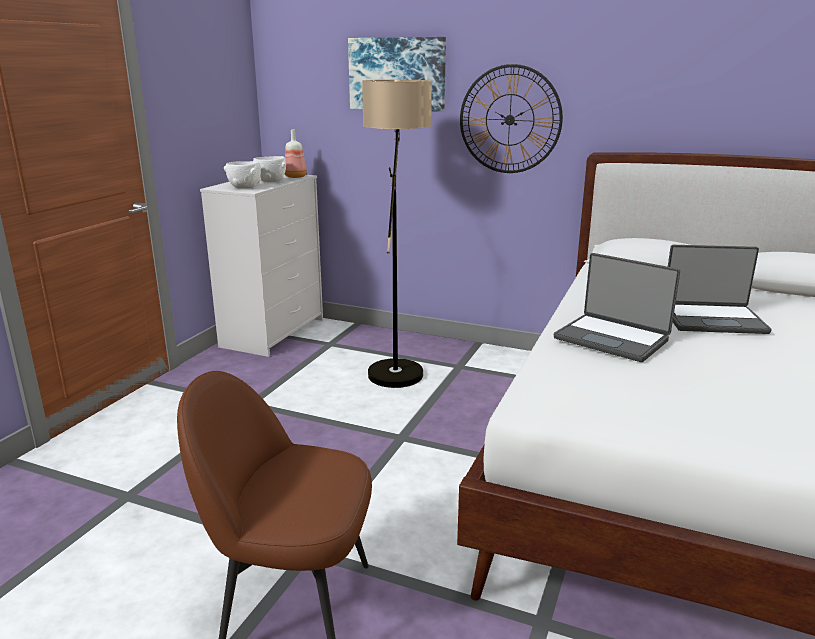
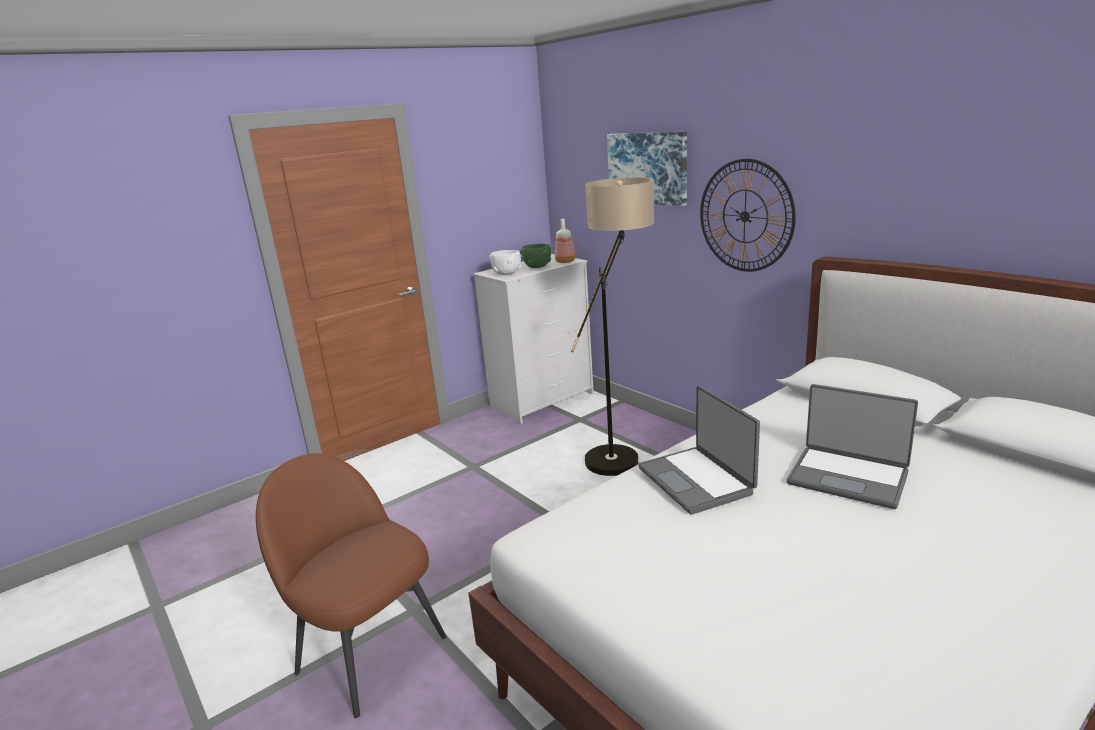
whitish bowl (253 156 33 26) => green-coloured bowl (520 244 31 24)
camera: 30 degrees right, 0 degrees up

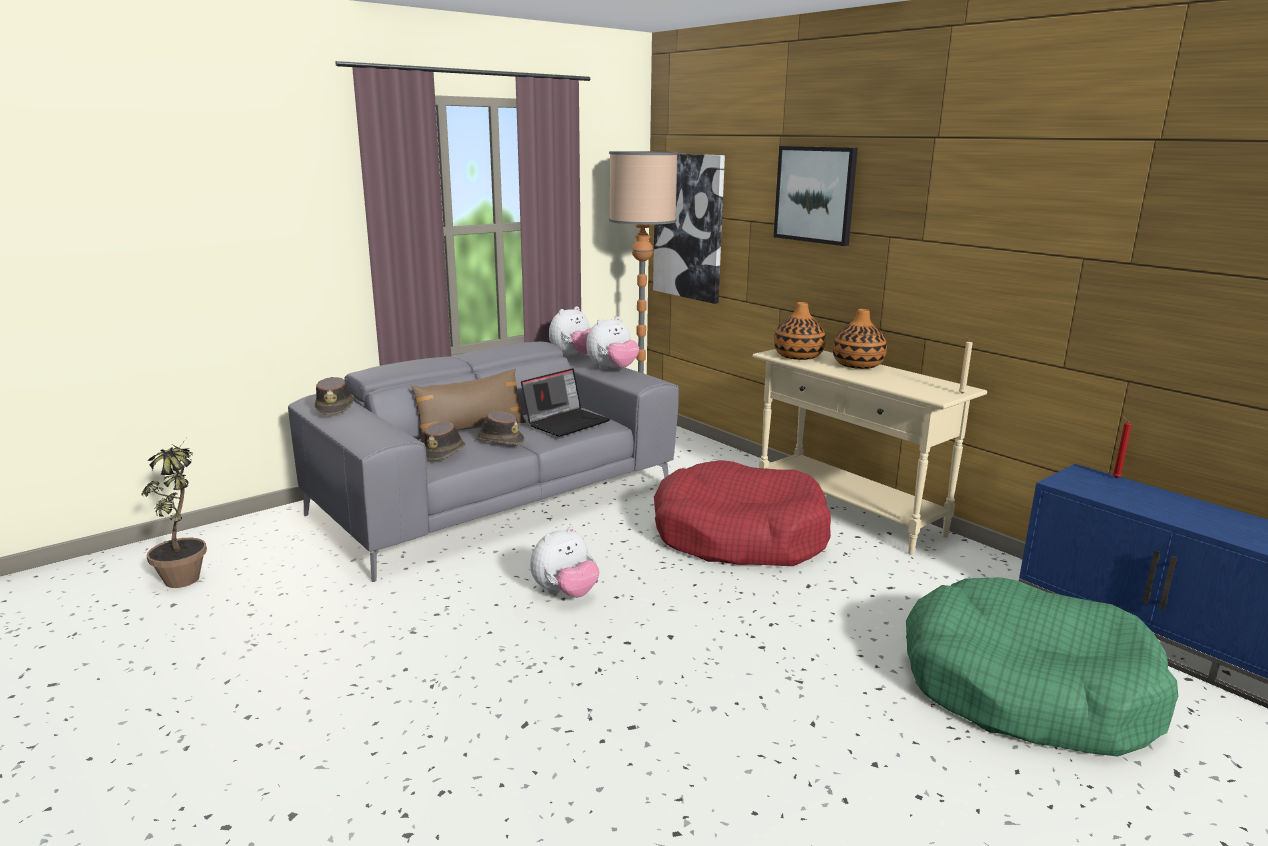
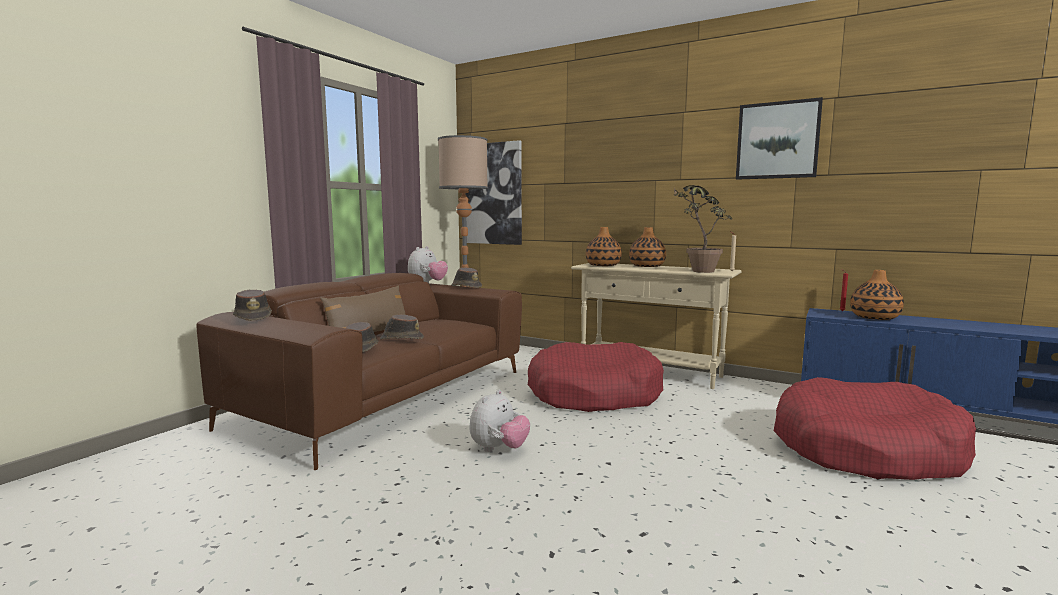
gray couch (288 341 391 241) => brownish couch (197 273 325 197)
plush toy (586 317 53 52) => brownish clothing hat (451 267 31 21)
plant in a pot (142 435 65 153) => plant in a pot (673 185 59 88), shifted
wall art (774 146 84 100) => wall art (736 97 87 83), shifted
green-coloured dog cushion (906 577 272 179) => reddish dog cushion (774 377 202 103)
nothing => decorative vase (850 270 54 50)
notebook computer (521 368 89 69) => nothing
camera: 20 degrees left, 10 degrees down

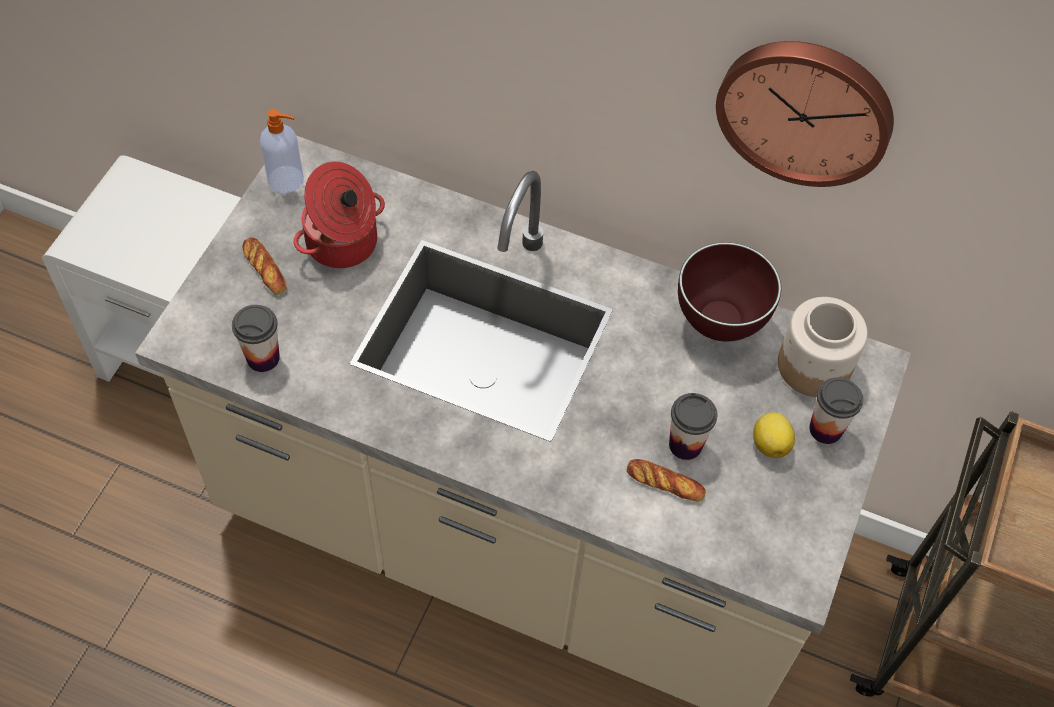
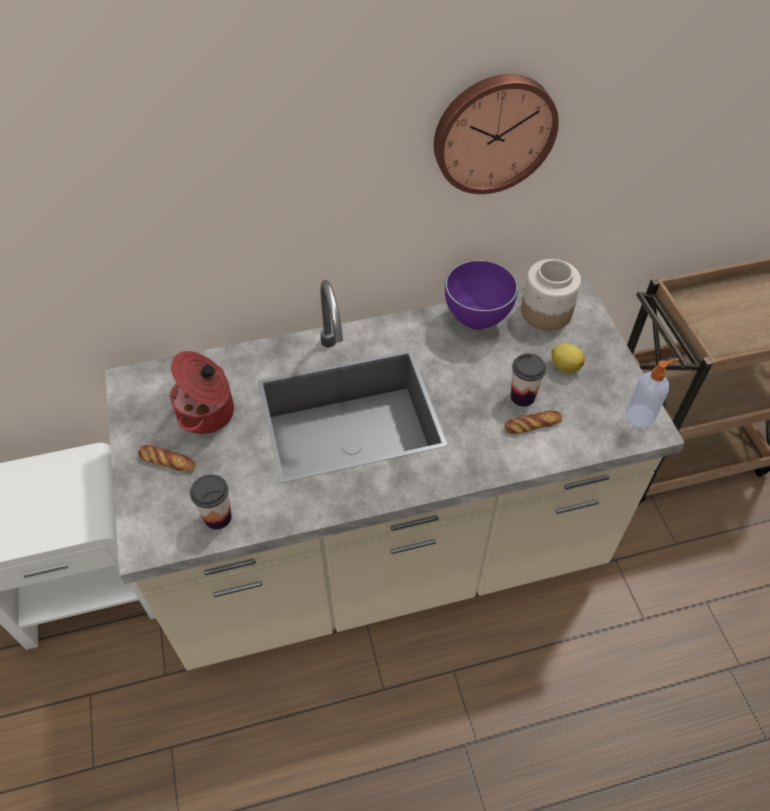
brownish bowl (678 242 103 100) => purple-coloured bowl (445 260 73 70)
soap bottle (260 109 44 84) => soap bottle (626 358 53 70), shifted
drinking cup (809 377 54 67) => nothing
camera: 35 degrees left, 5 degrees down

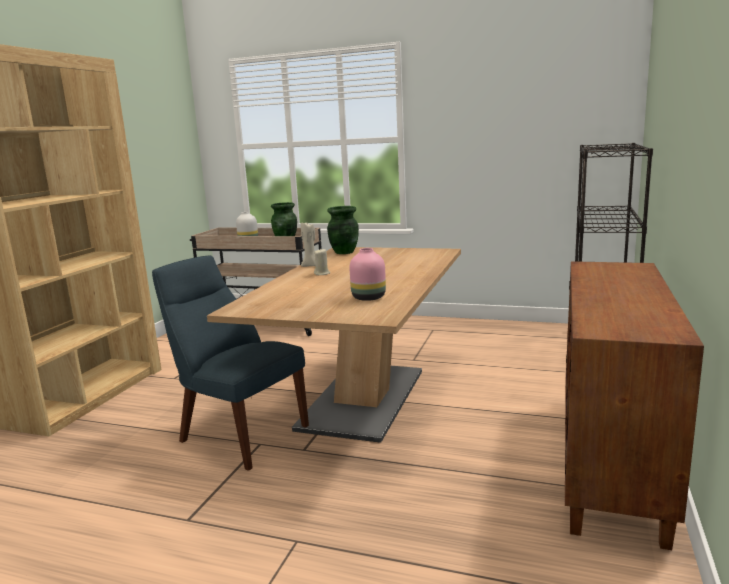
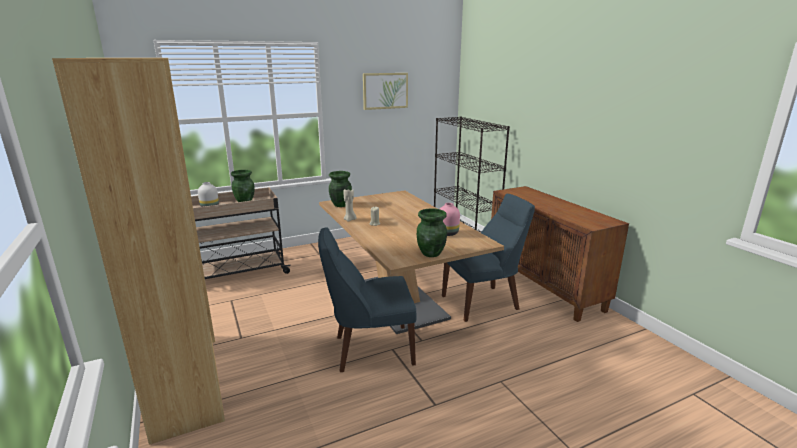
nothing => wall art (363 73 45 37)
nothing => green-coloured decorative vase (417 208 30 49)
nothing => blue-coloured upright chair (442 194 93 128)
camera: 45 degrees left, 5 degrees up

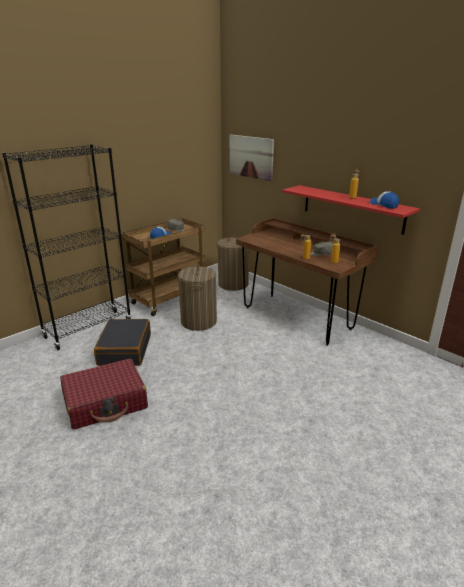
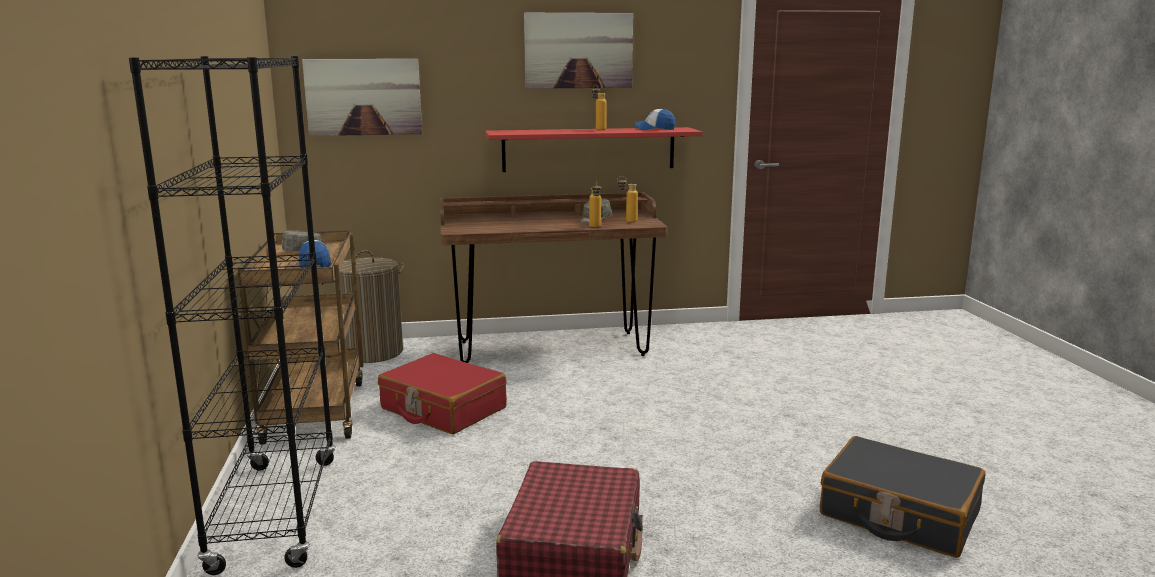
washing basket (178 265 39 66) => reddish piece of luggage (378 353 129 81)
nothing => wall art (524 12 109 77)
black-coloured piece of luggage (94 319 57 47) => black-coloured piece of luggage (820 436 165 122), shifted
camera: 55 degrees left, 10 degrees down

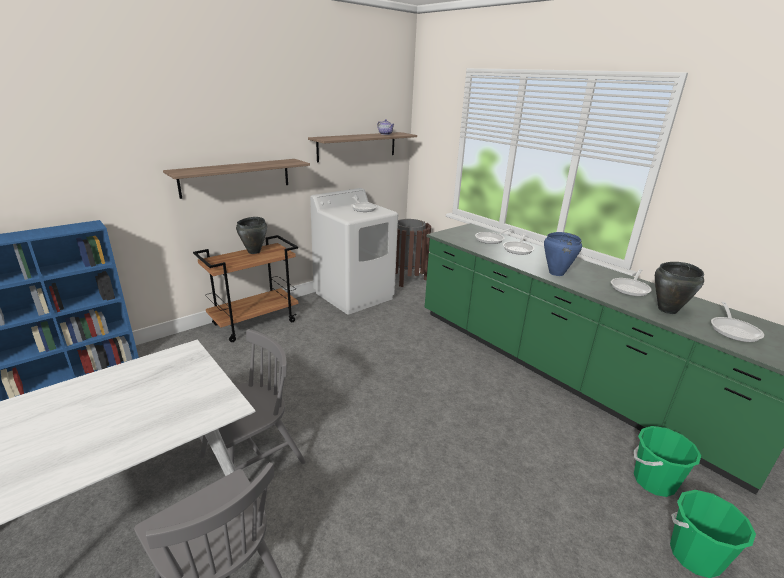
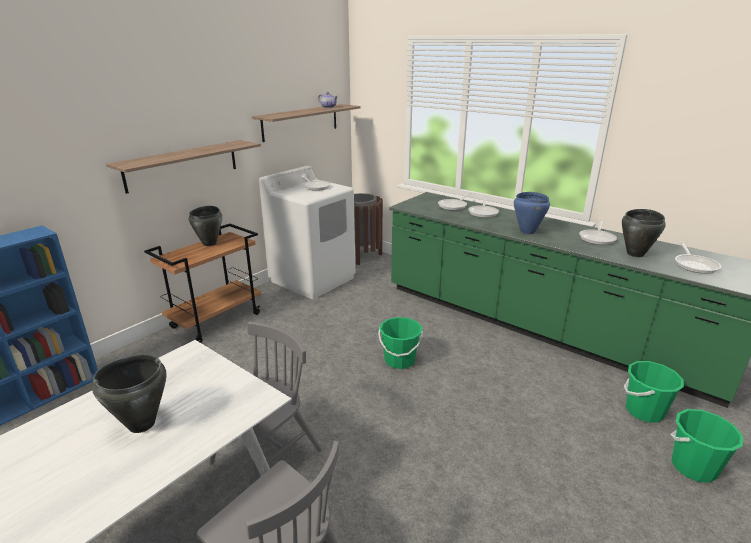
nothing => black-coloured cooking pot (92 354 75 79)
nothing => green-coloured pail (378 317 45 52)
camera: 10 degrees left, 0 degrees up

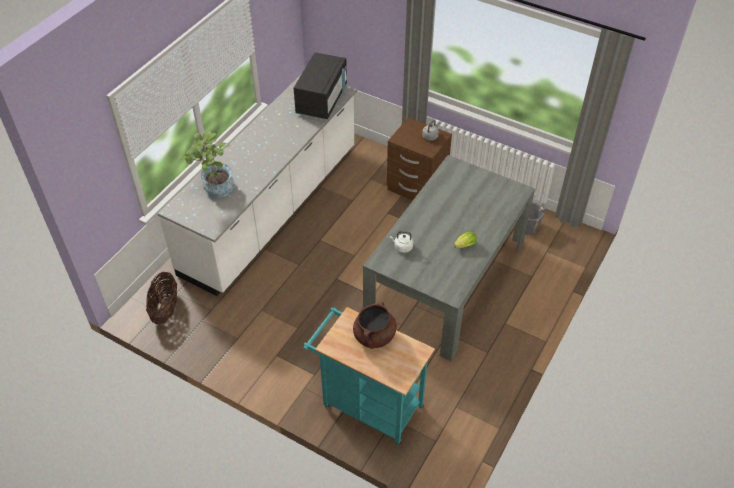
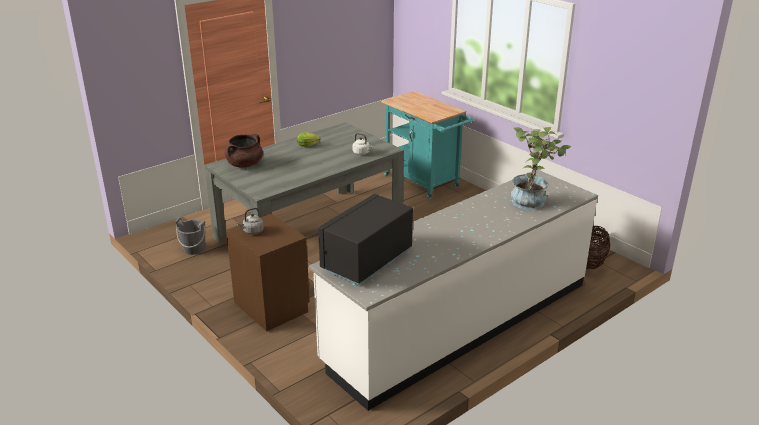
brownish cooking pot (353 301 44 48) => brownish cooking pot (225 134 38 34), shifted
camera: 160 degrees left, 20 degrees down

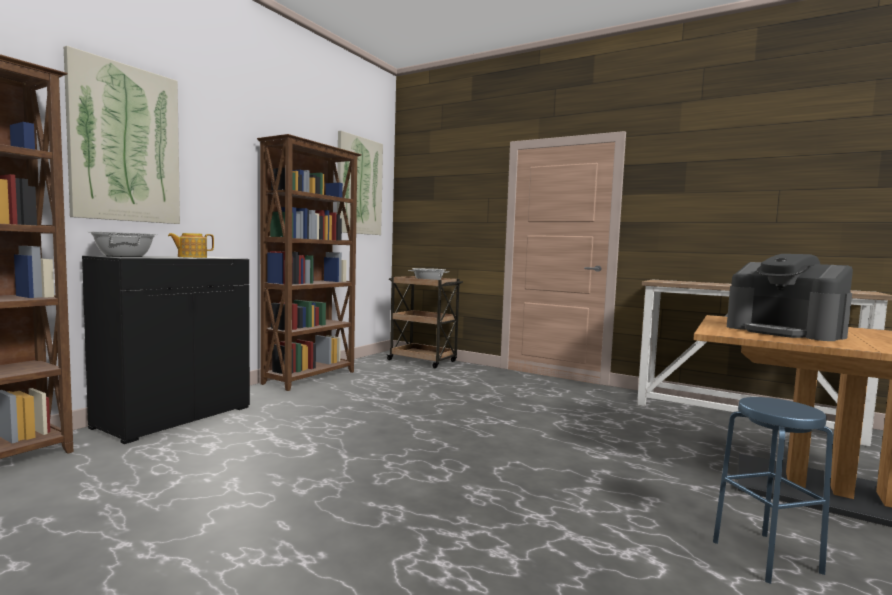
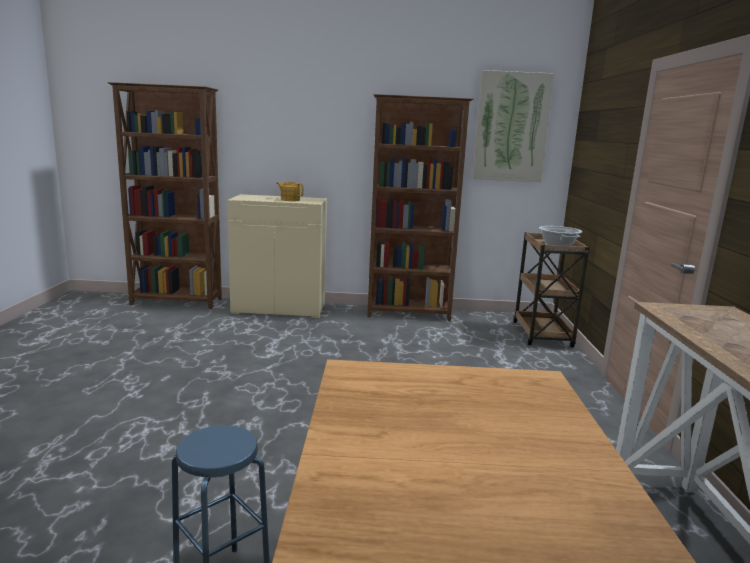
black-coloured cabinet (82 256 168 188) => sand-coloured cabinet (227 194 100 124)
wall art (64 46 116 178) => nothing
cooking pot (88 231 70 26) => nothing
coffee machine (727 254 126 87) => nothing
camera: 60 degrees right, 10 degrees up

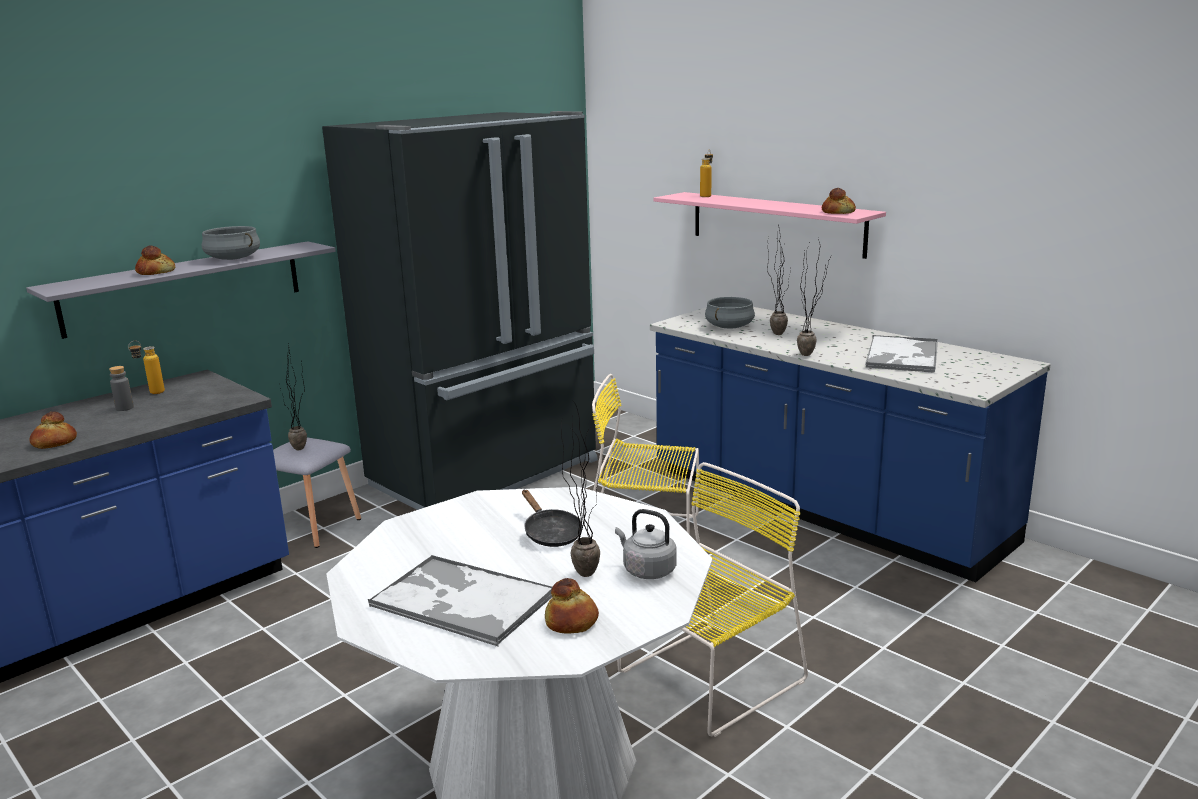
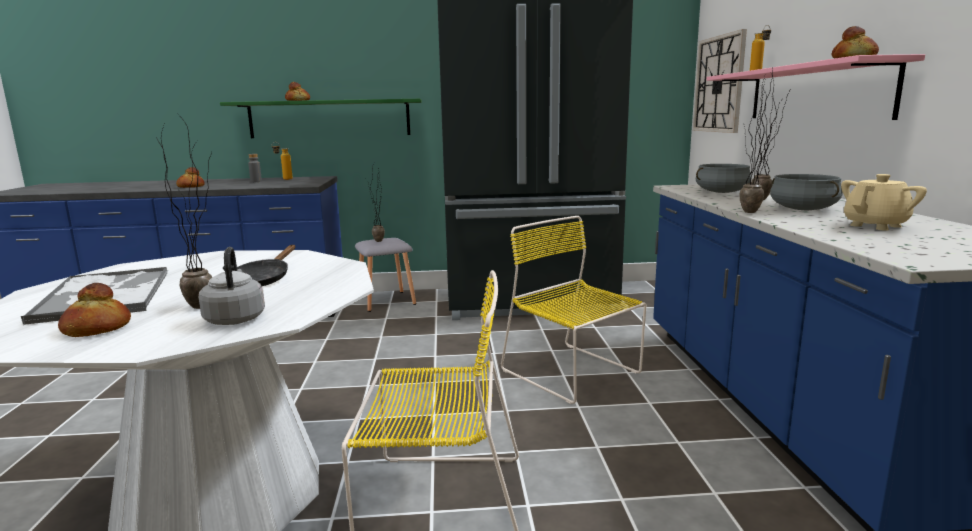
gray shelf (26 241 310 98) => green-coloured shelf (220 99 202 39)
nothing => hanging clock (693 29 54 104)
gray cooking pot (202 226 58 34) => gray cooking pot (770 174 72 36), shifted
carrying tray (865 335 73 38) => sand-coloured teapot (841 174 86 57)
camera: 40 degrees right, 5 degrees down

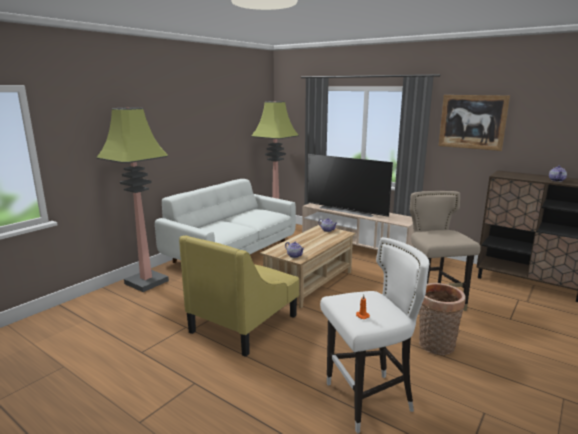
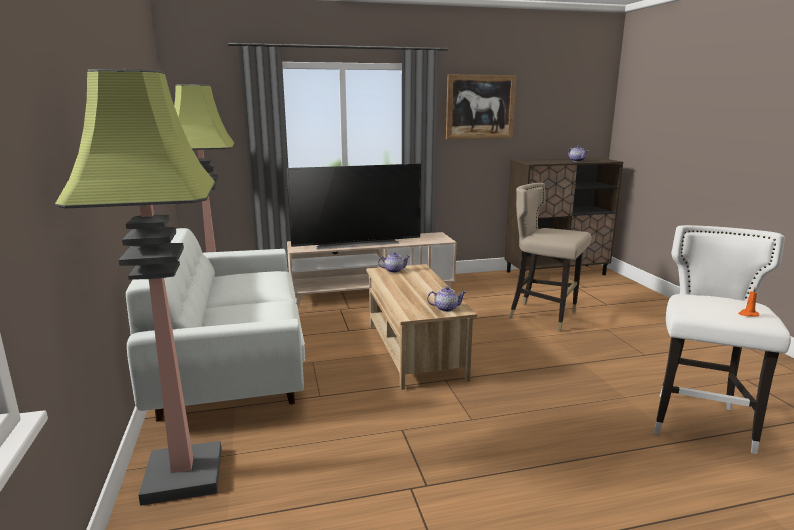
yellow easy chair (179 236 120 121) => nothing
basket (419 283 47 72) => nothing
camera: 50 degrees left, 0 degrees up

